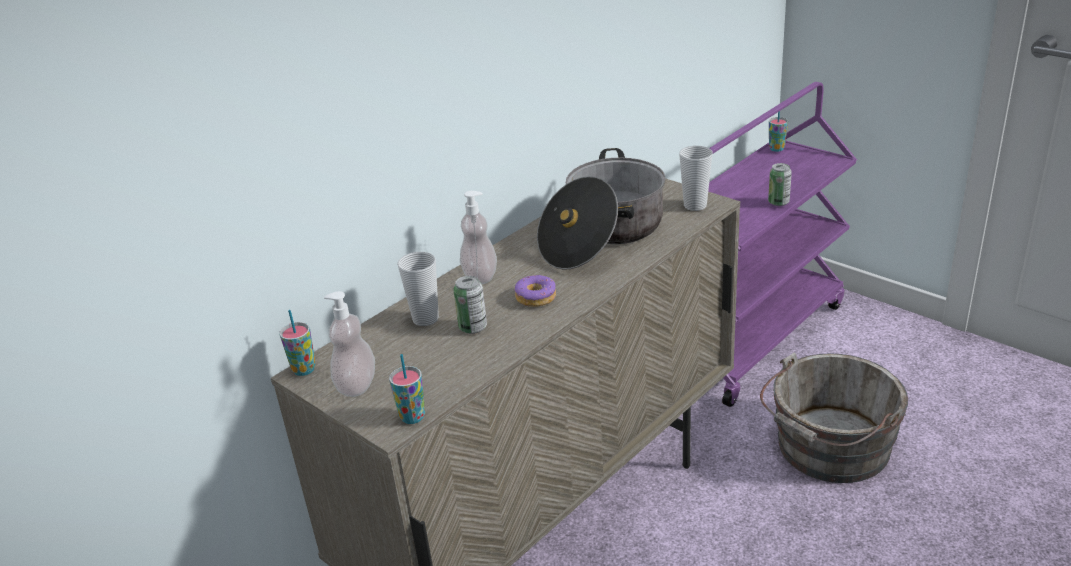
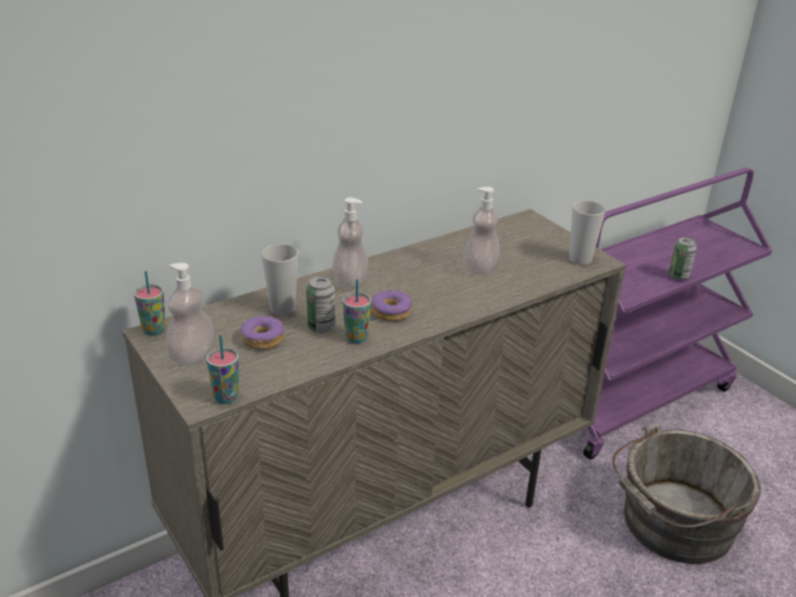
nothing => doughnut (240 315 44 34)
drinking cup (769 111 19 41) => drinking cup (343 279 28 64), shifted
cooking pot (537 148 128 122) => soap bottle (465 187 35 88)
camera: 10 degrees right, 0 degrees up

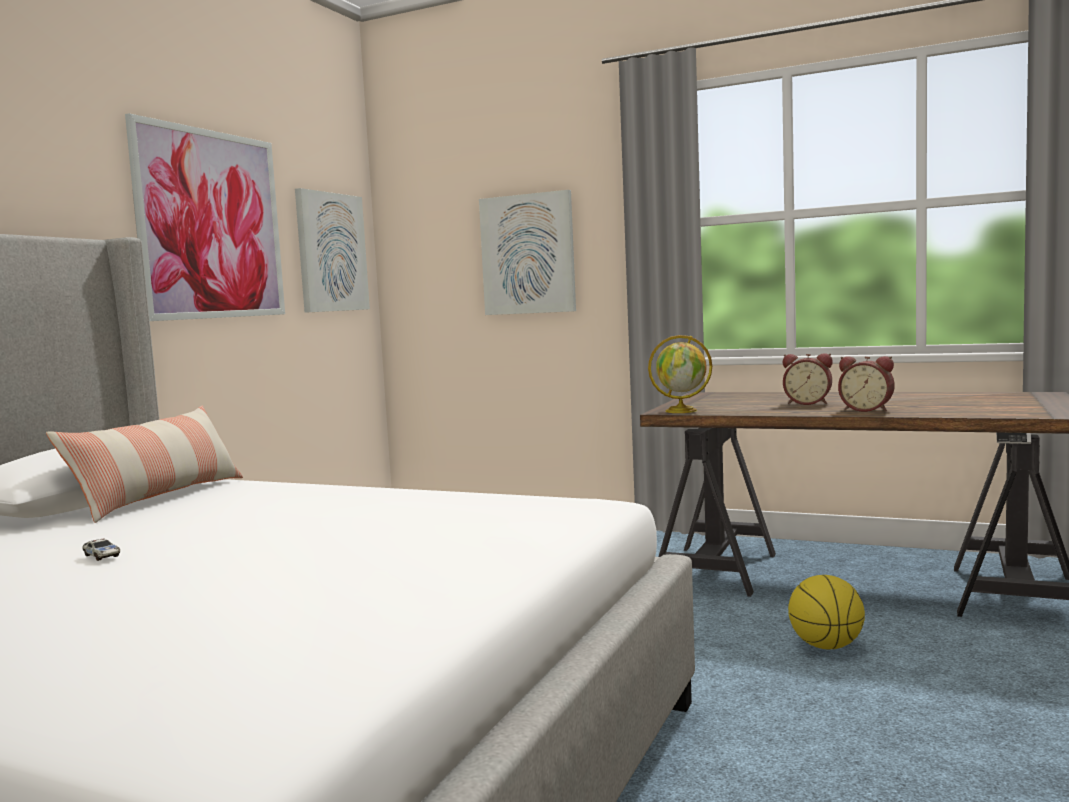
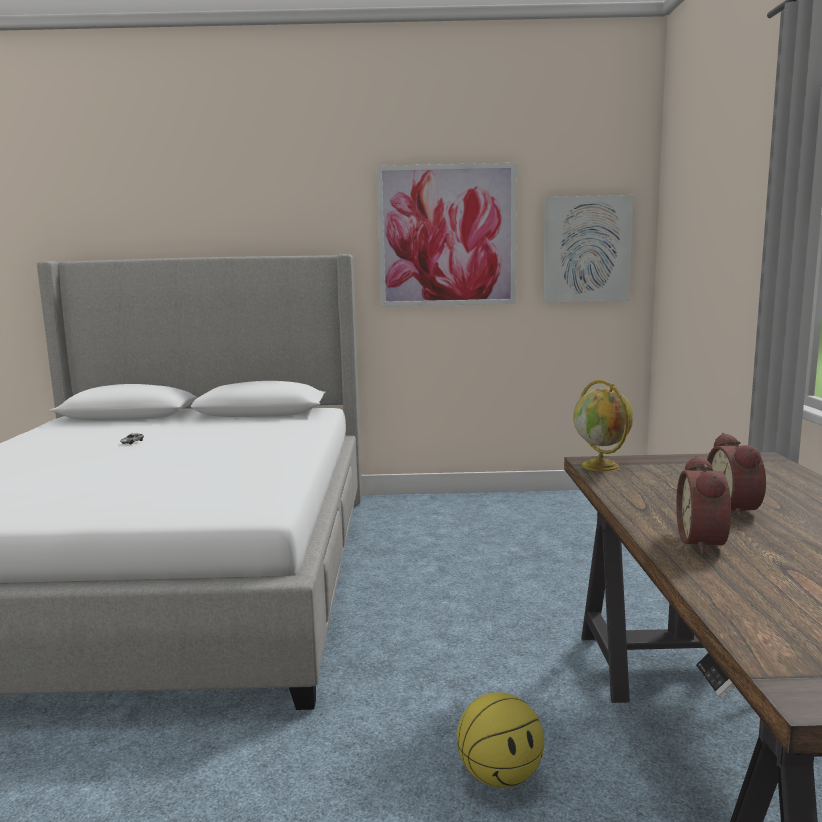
pillow (46 406 197 117) => nothing
wall art (479 190 97 125) => nothing
camera: 65 degrees right, 5 degrees up

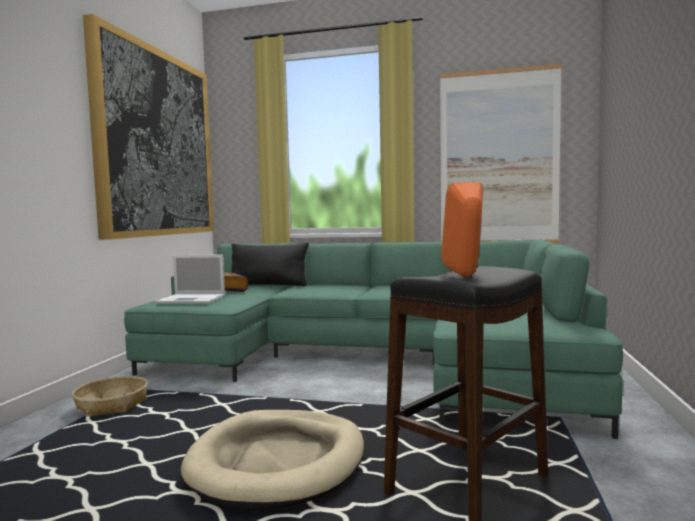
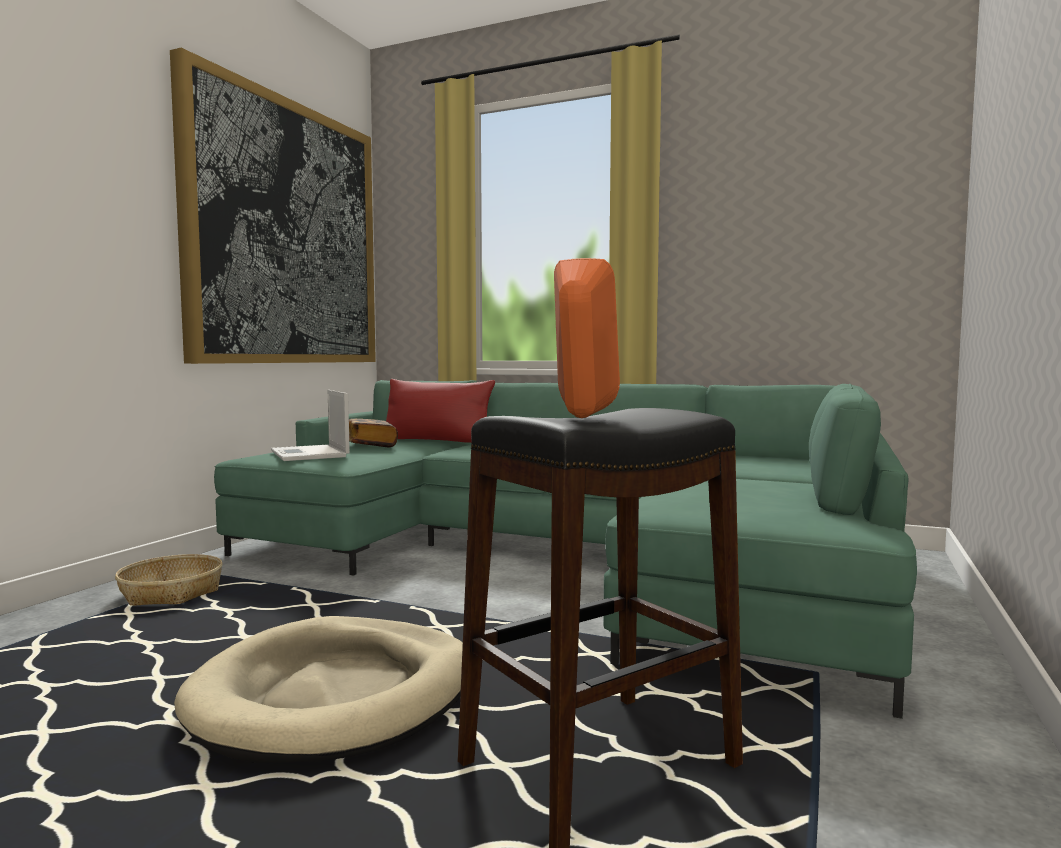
notebook computer (155 254 70 50) => notebook computer (271 390 79 71), 45 degrees clockwise
black-coloured pillow (231 242 78 44) => reddish pillow (386 379 109 64)
wall art (440 64 122 179) => nothing
camera: 10 degrees right, 0 degrees up

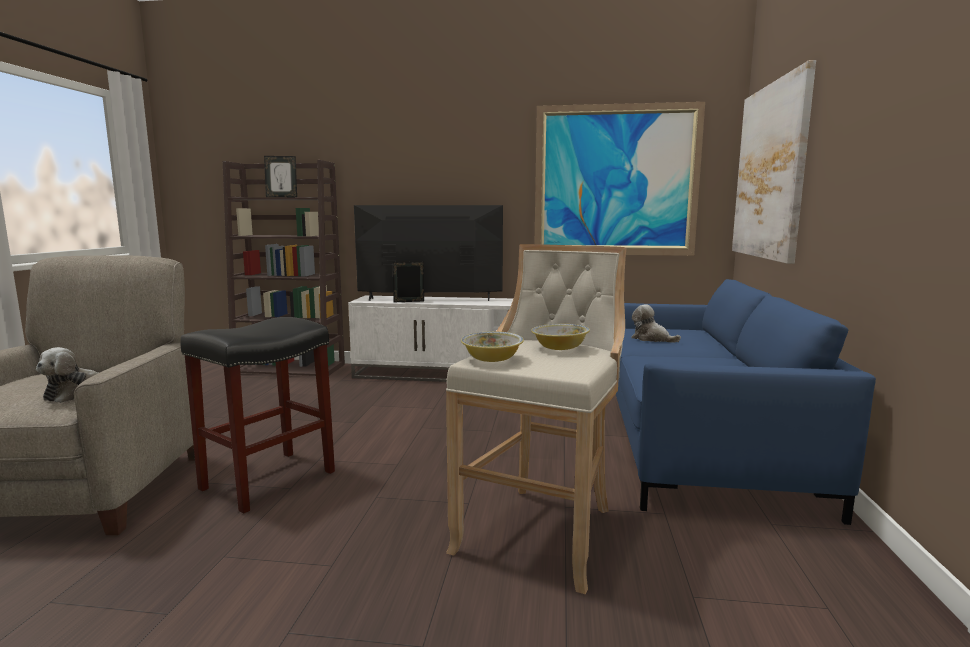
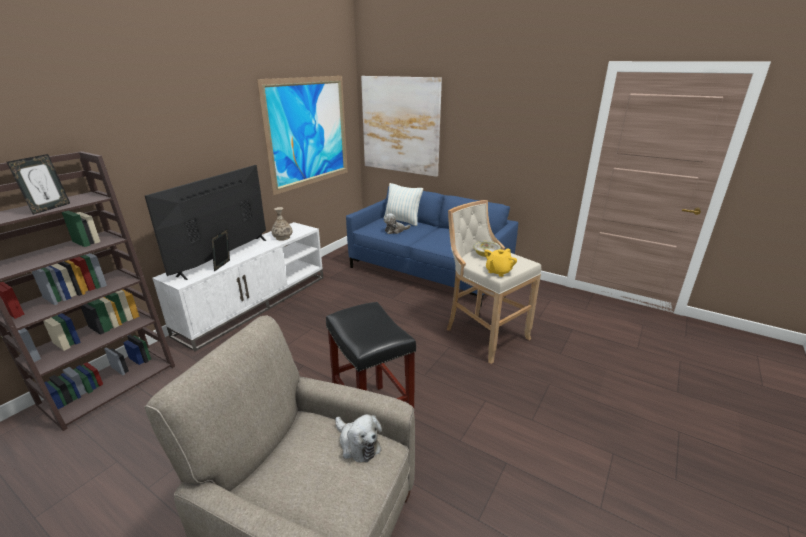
nothing => decorative vase (271 207 22 33)
nothing => pillow (384 183 39 43)
bowl (461 331 63 31) => yellow teapot (484 248 33 29)
camera: 65 degrees left, 15 degrees up

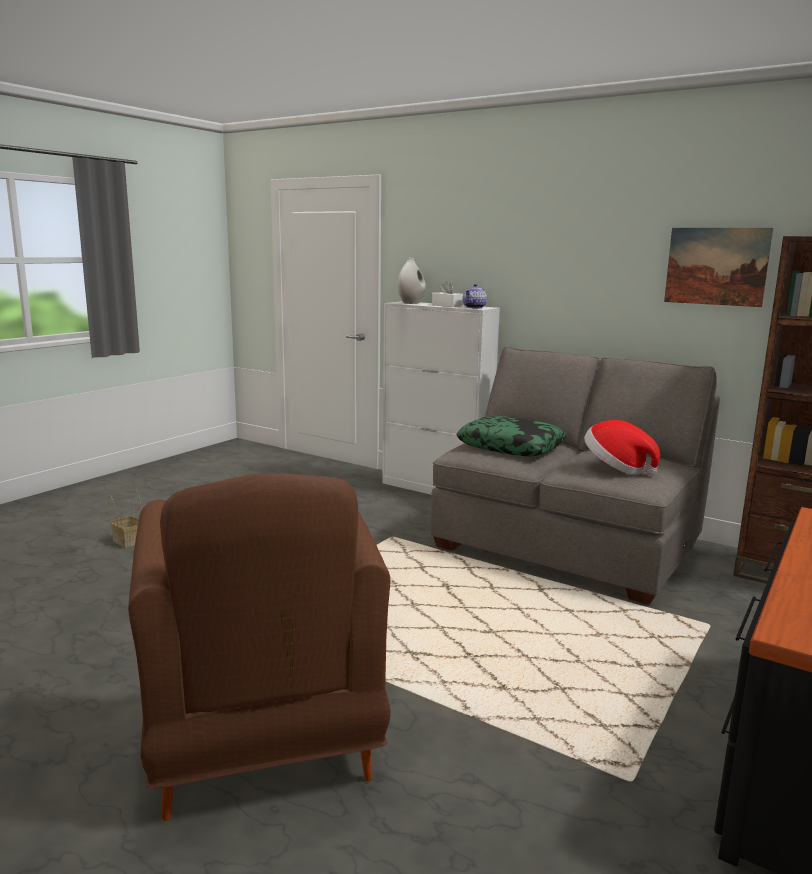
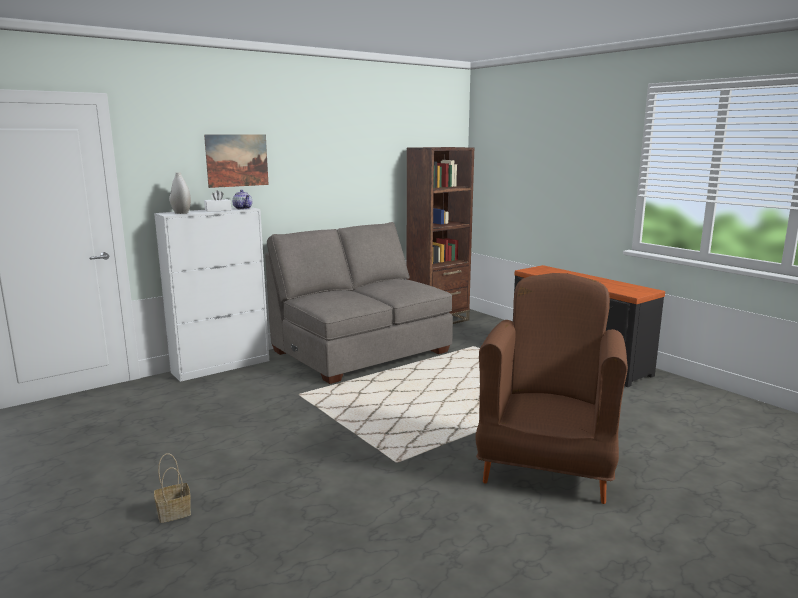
wall art (664 228 109 79) => wall art (204 134 65 54), shifted
brownish easy chair (128 473 263 348) => brownish easy chair (475 273 153 231), 75 degrees counterclockwise
pillow (456 416 110 41) => nothing
clothing hat (584 420 76 55) => nothing
camera: 70 degrees left, 0 degrees up

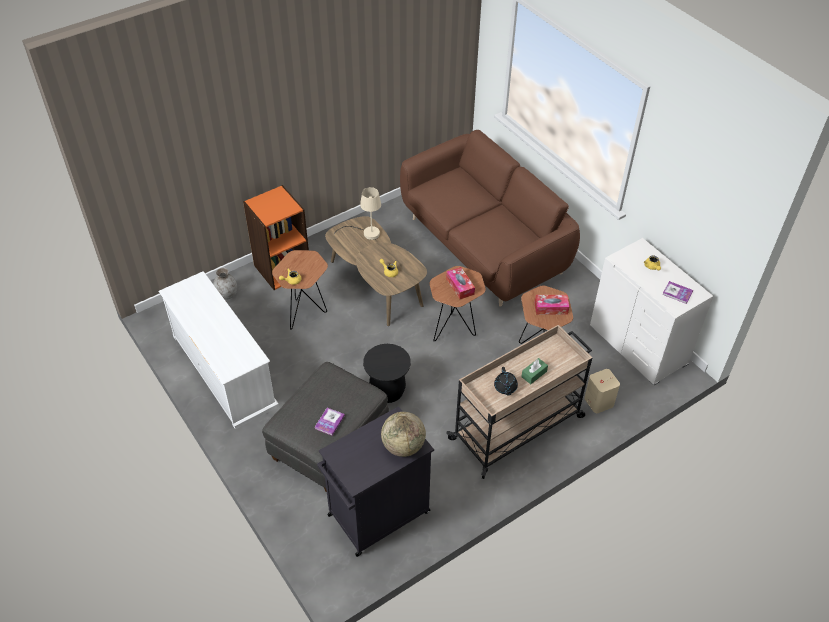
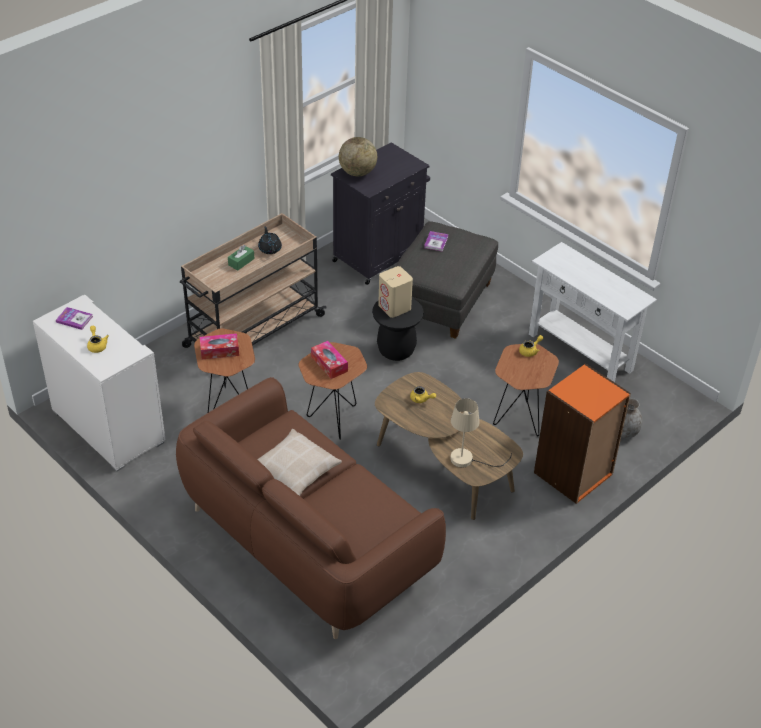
nothing => sand-coloured pillow (257 429 85 67)
sand-coloured audio speaker (584 369 36 44) => sand-coloured audio speaker (378 266 35 52), shifted
whitish media console (159 271 120 159) => whitish console table (529 242 128 140)
camera: 170 degrees right, 5 degrees down

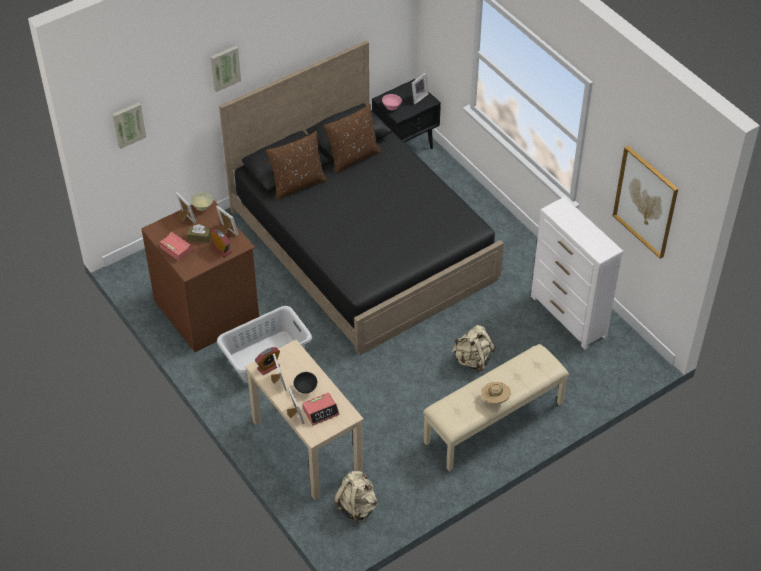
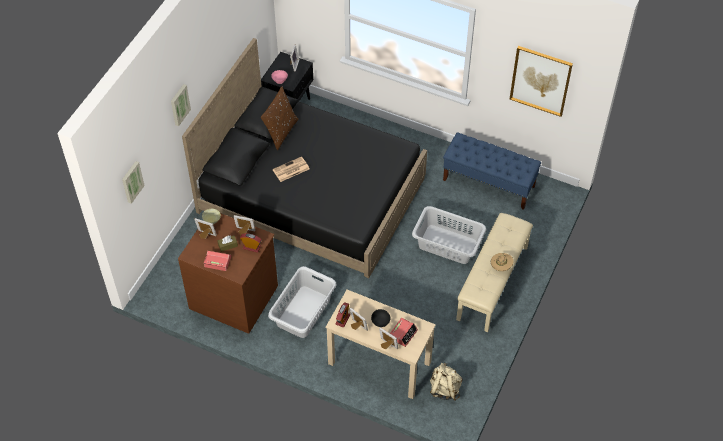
nothing => daily paper (273 156 36 26)
sand-coloured knapsack (452 325 44 48) => gray washing basket (412 206 74 58)
whitish dresser (531 197 92 153) => blue-coloured bench (443 132 98 78)
brownish pillow (266 131 61 69) => nothing
camera: 30 degrees left, 5 degrees up

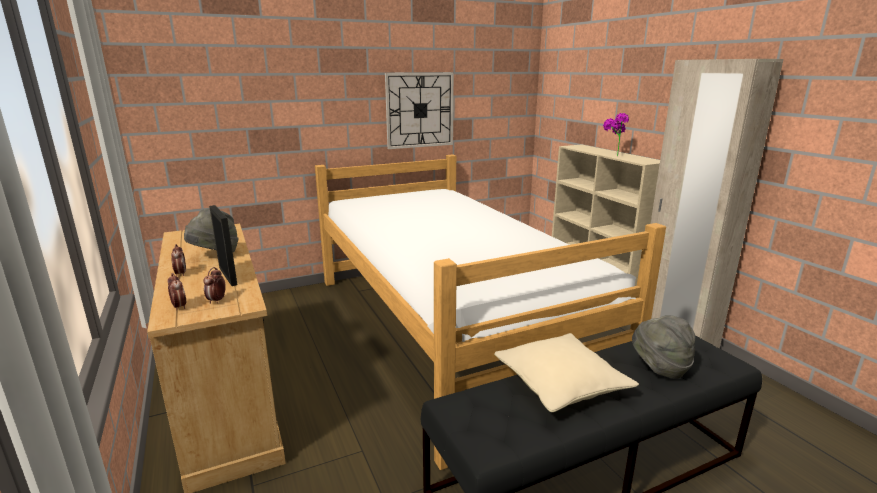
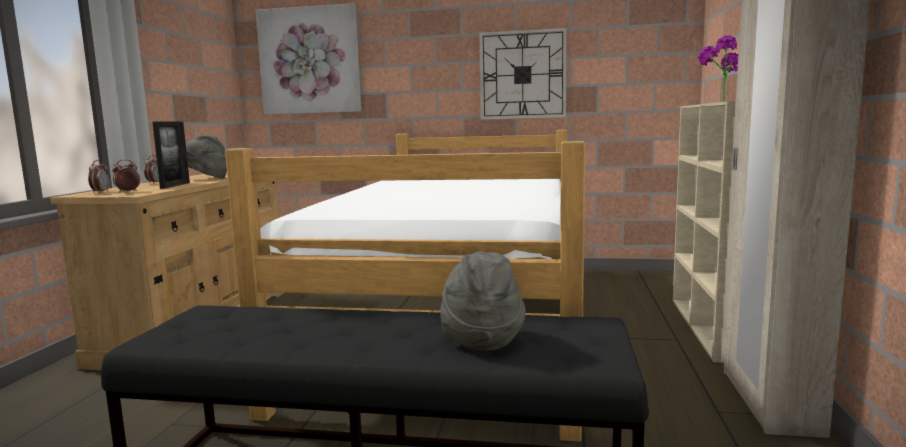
nothing => wall art (256 3 105 112)
sand-coloured pillow (494 333 145 79) => nothing
camera: 35 degrees right, 10 degrees down

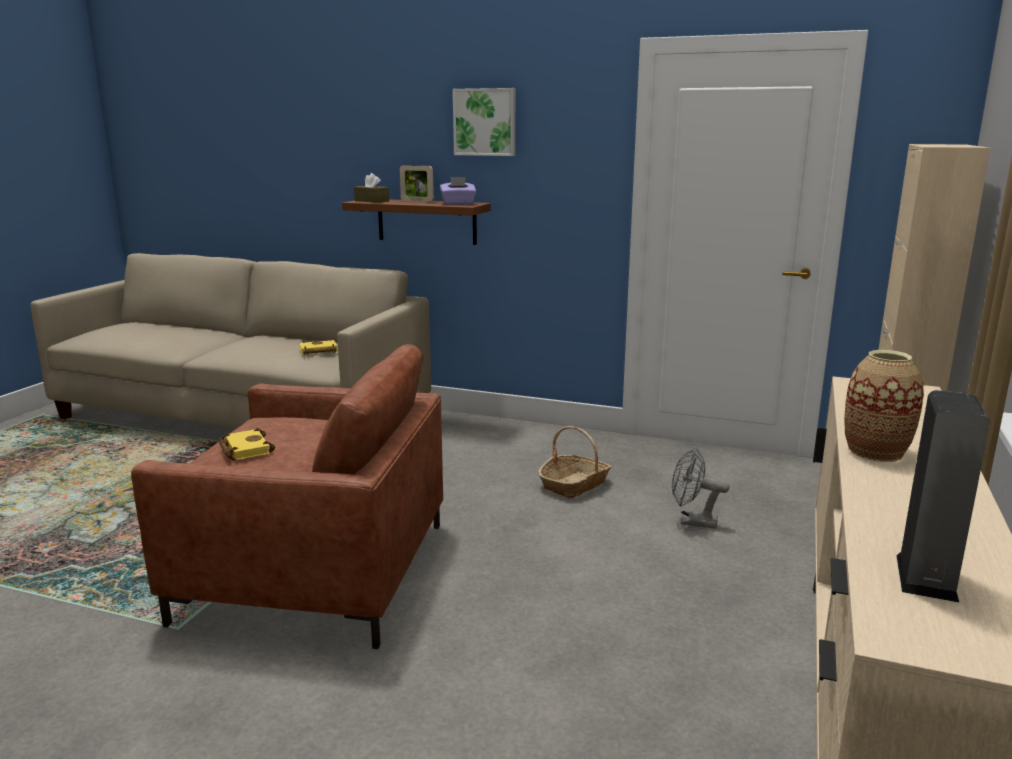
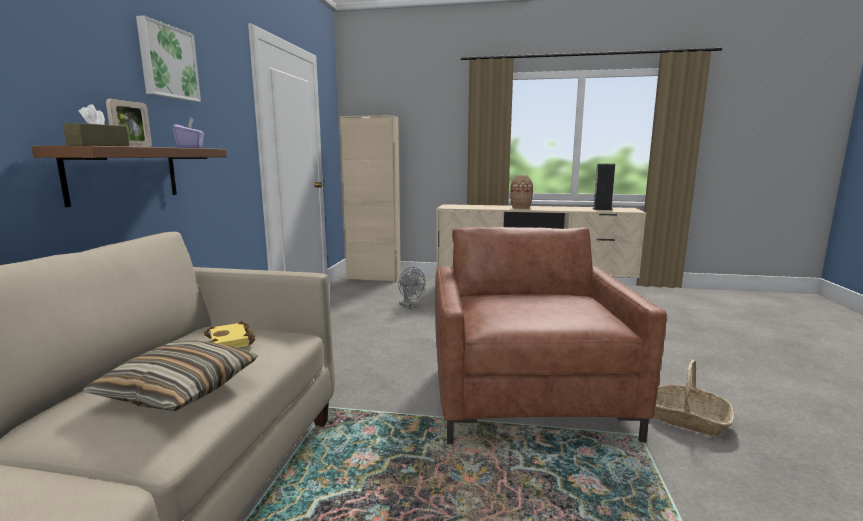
nothing => pillow (83 340 175 71)
gray electric fan (672 448 57 81) => gray electric fan (398 267 28 42), 45 degrees counterclockwise
basket (538 426 73 73) => basket (654 360 80 77), shifted
yellow volume (219 428 56 32) => nothing
camera: 100 degrees left, 5 degrees down

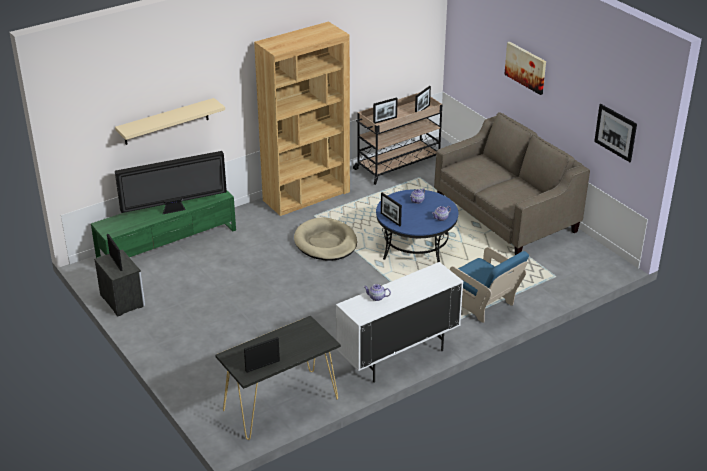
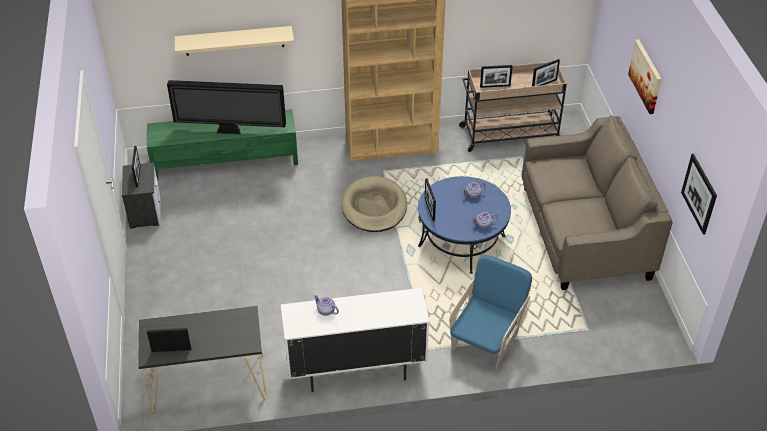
blue-coloured easy chair (450 247 79 76) => blue-coloured easy chair (449 255 83 114), 135 degrees counterclockwise
camera: 25 degrees right, 10 degrees up

